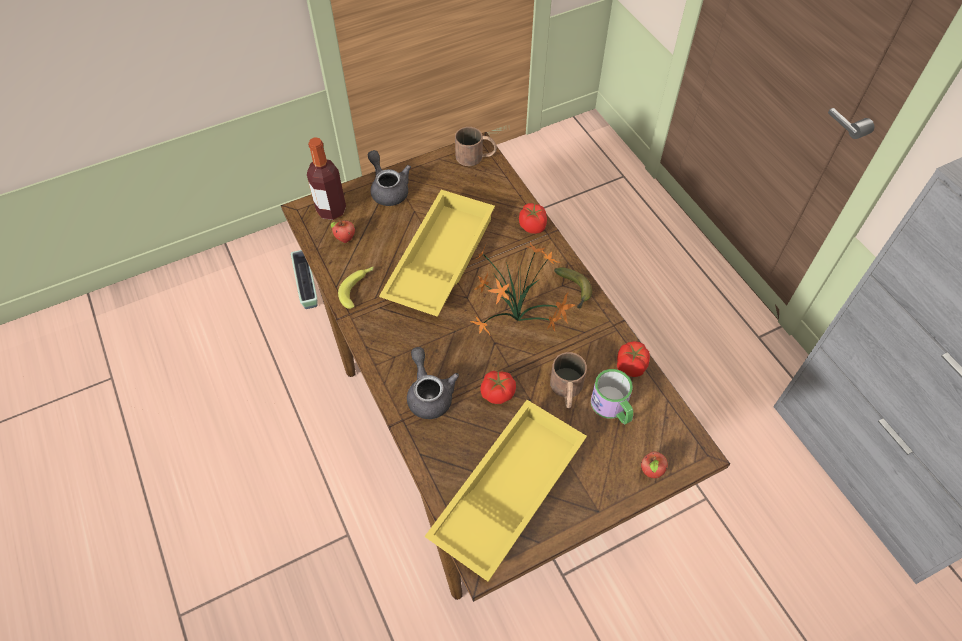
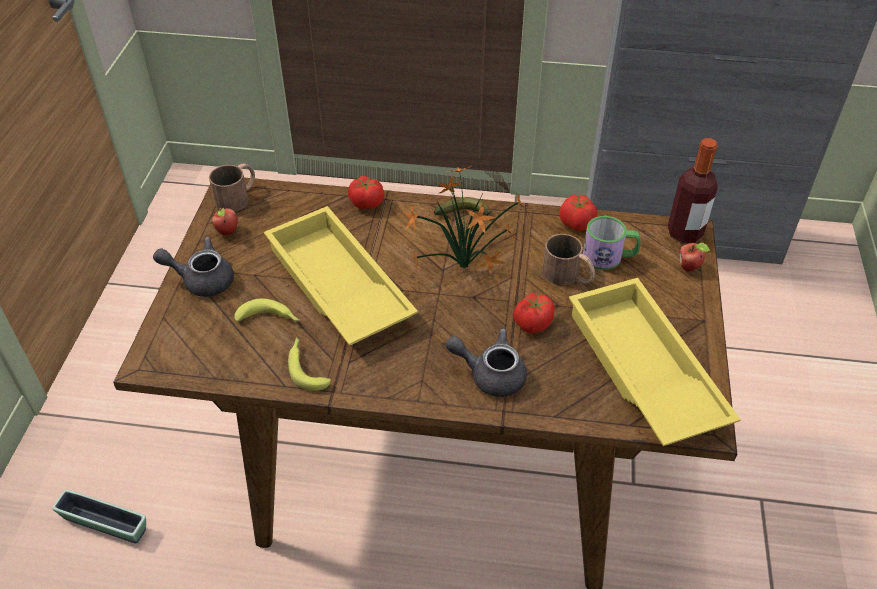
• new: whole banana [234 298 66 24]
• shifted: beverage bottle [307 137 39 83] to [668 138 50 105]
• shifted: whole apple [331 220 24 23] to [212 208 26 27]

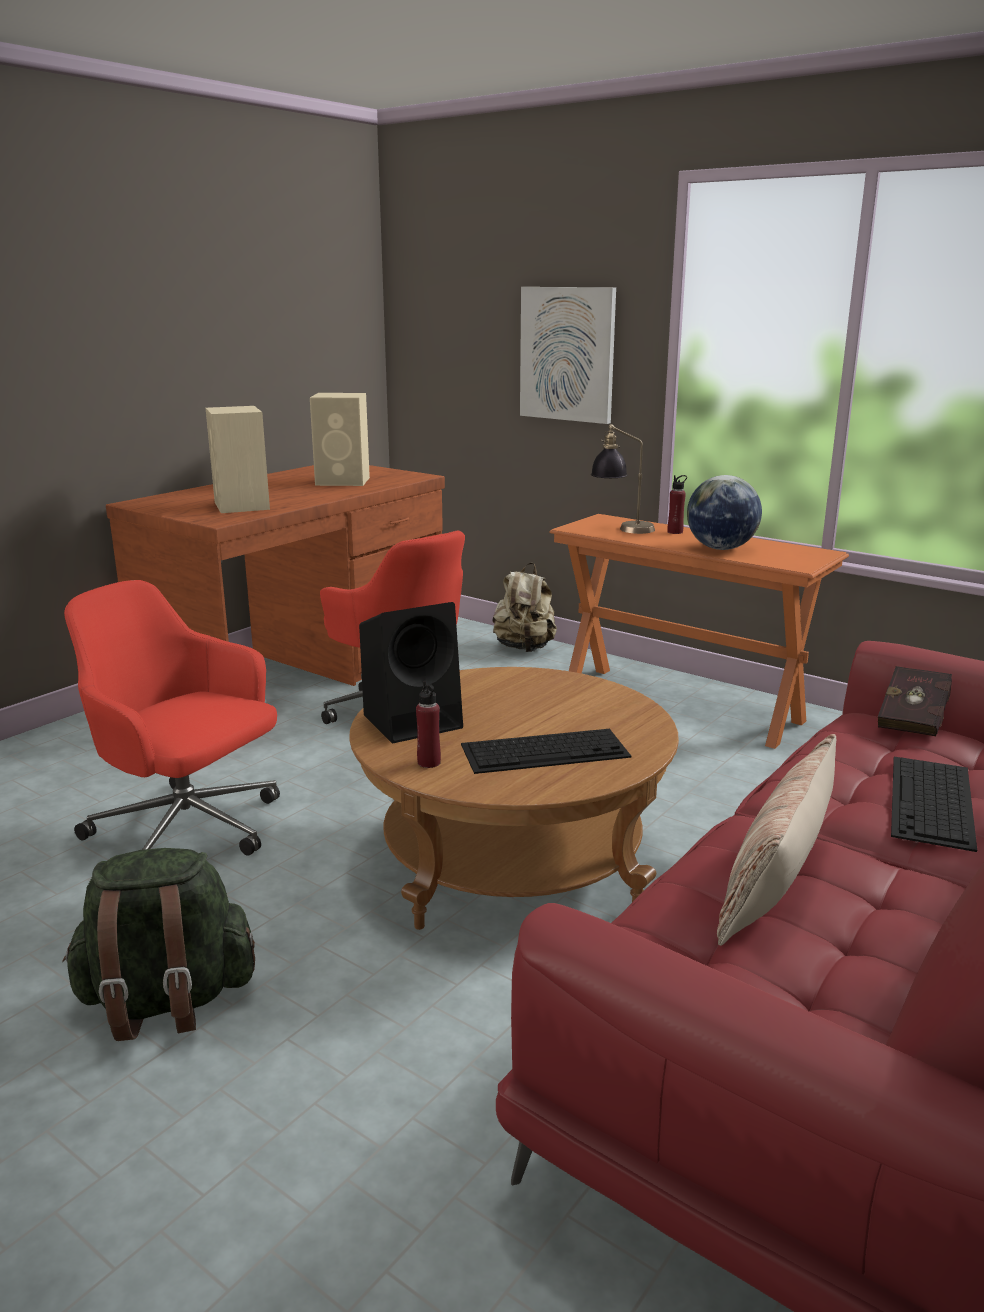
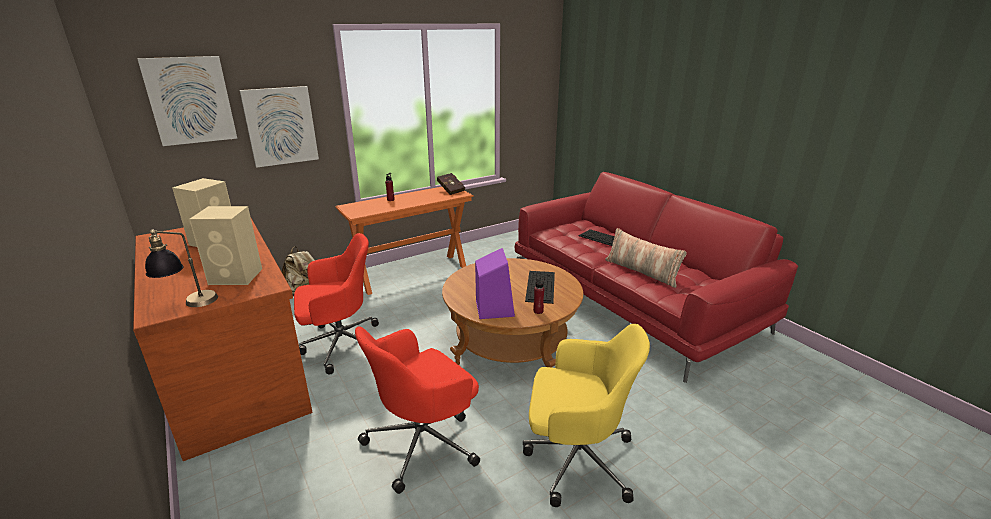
• gone: desk globe [687 475 75 75]
• new: wall art [137 56 100 90]
• shifted: table lamp [591 424 64 110] to [145 229 73 78]
• shifted: volume in reddish [878 666 74 70] to [437 173 28 22]
• swapped: knapsack in green-coloured [62 848 193 193] to office chair in yellowish [523 324 127 183]
• repainted: speaker in blackish [359 602 104 141] to speaker in purple [475 248 40 71]

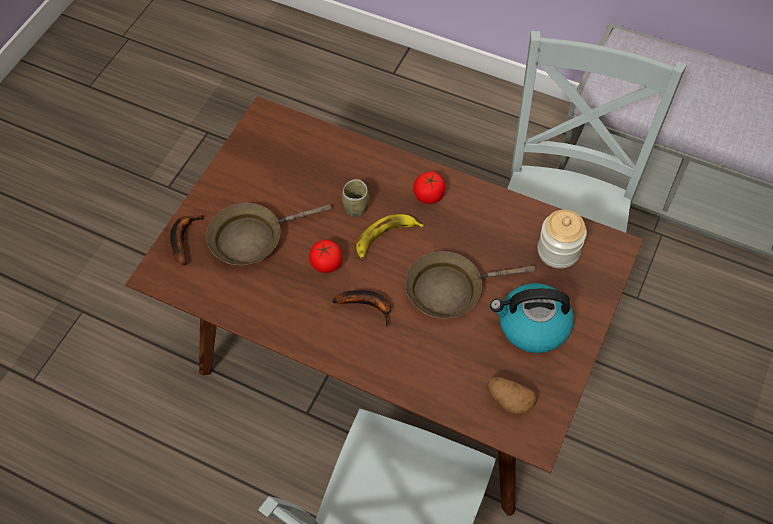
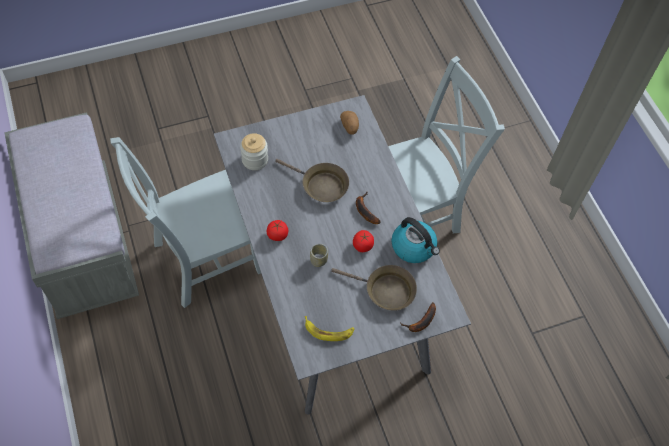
• shifted: whole banana [356 214 68 45] to [305 316 49 25]
• shifted: kettle [490 283 84 70] to [392 217 48 46]
• repainted: kitchen table in brown [125 96 519 420] to kitchen table in gray [214 95 257 319]

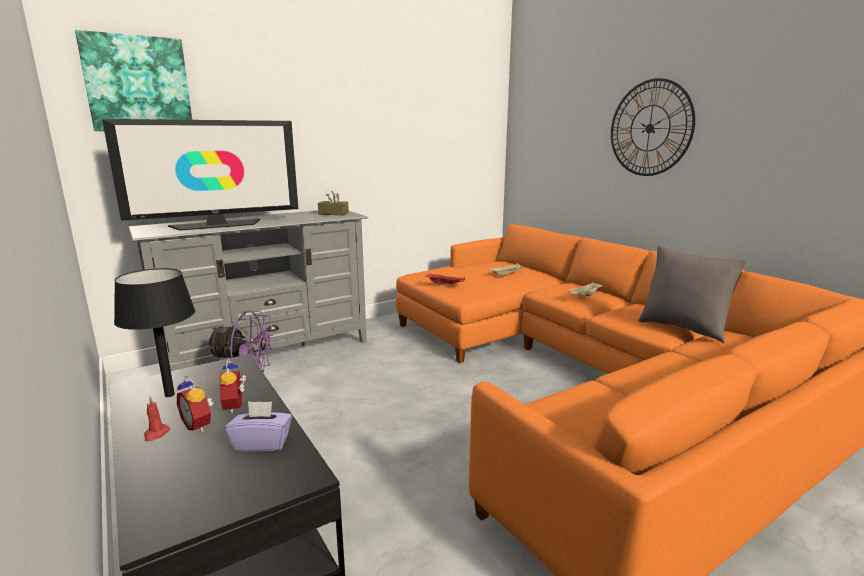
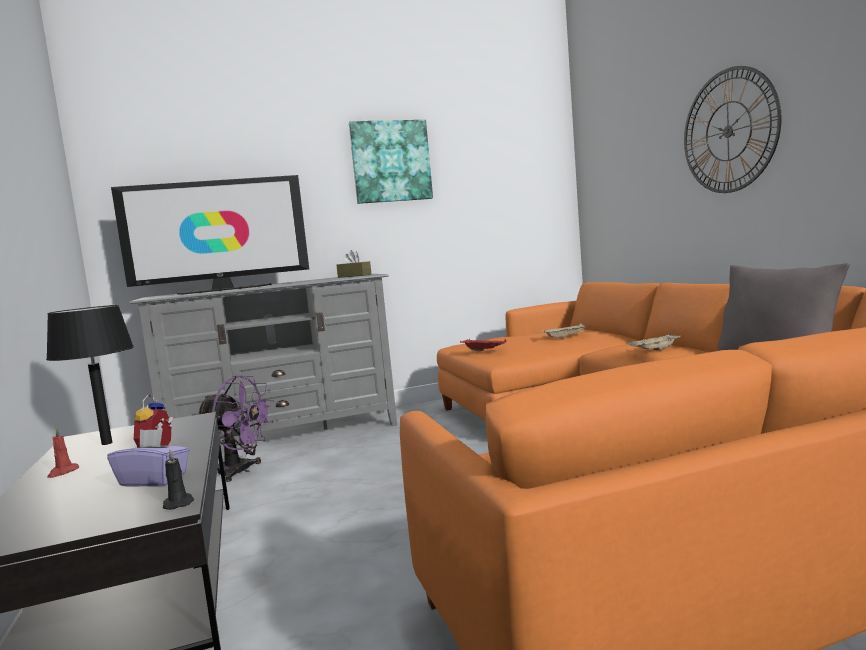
• gone: table clock [177 376 36 56]
• new: wax candle in blackish [163 449 31 61]
• shifted: wall art [75 30 117 101] to [349 120 84 84]

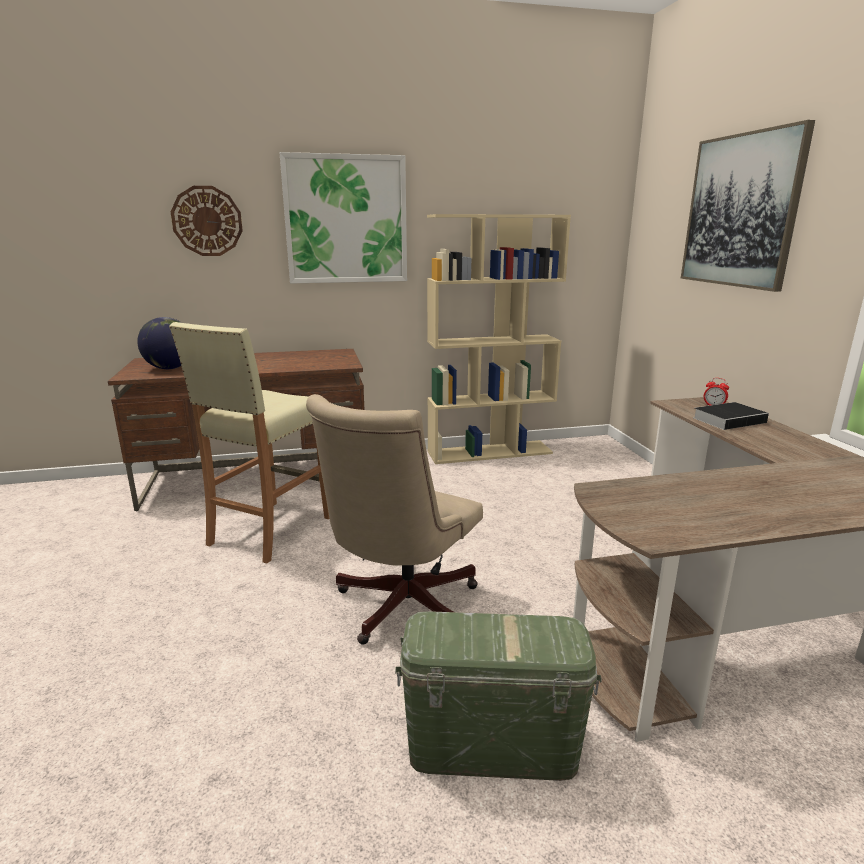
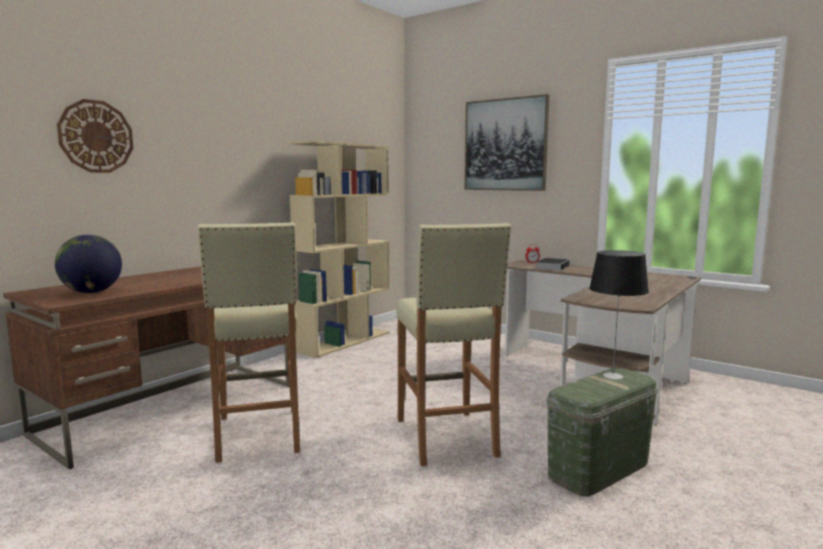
• gone: wall art [279 152 128 132]
• new: table lamp [589 250 60 130]
• swapped: office chair in beige-coloured [306 394 177 251] to stool in beige-coloured [396 223 115 243]

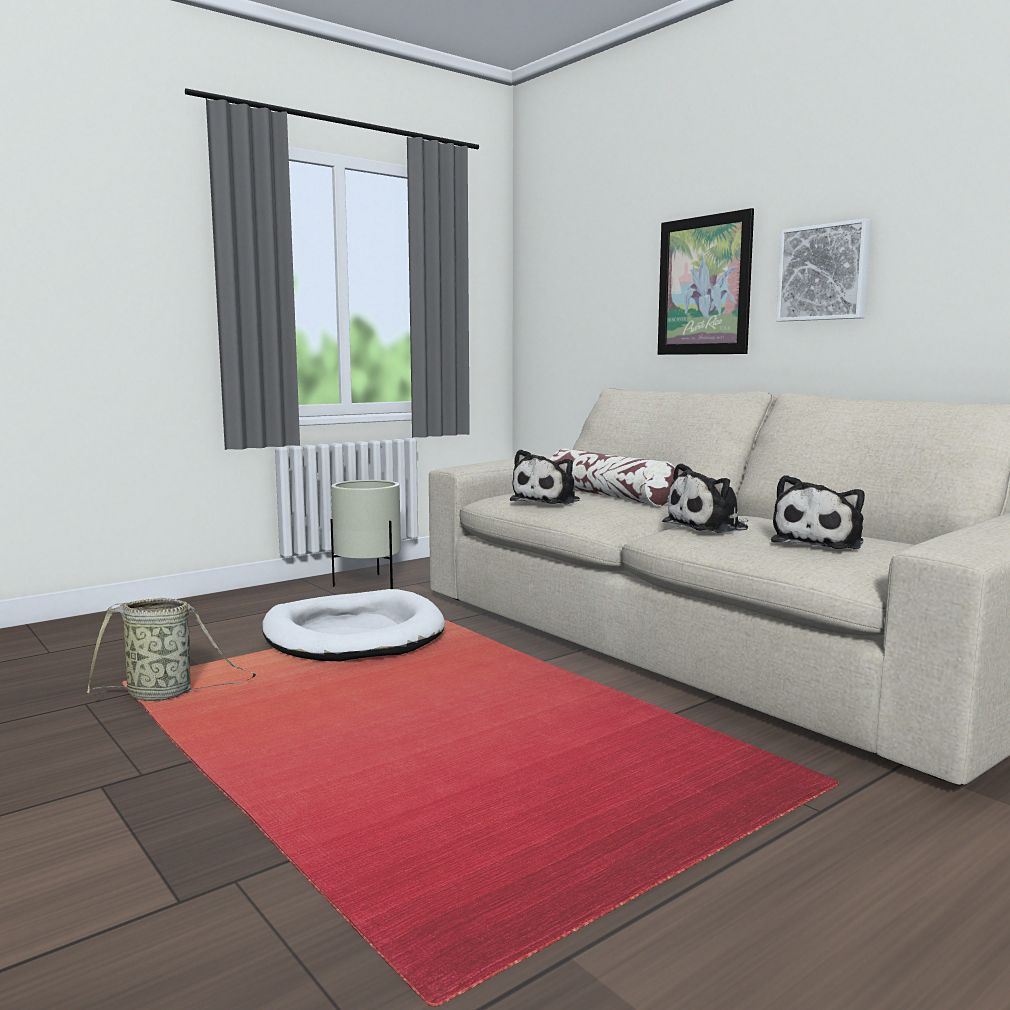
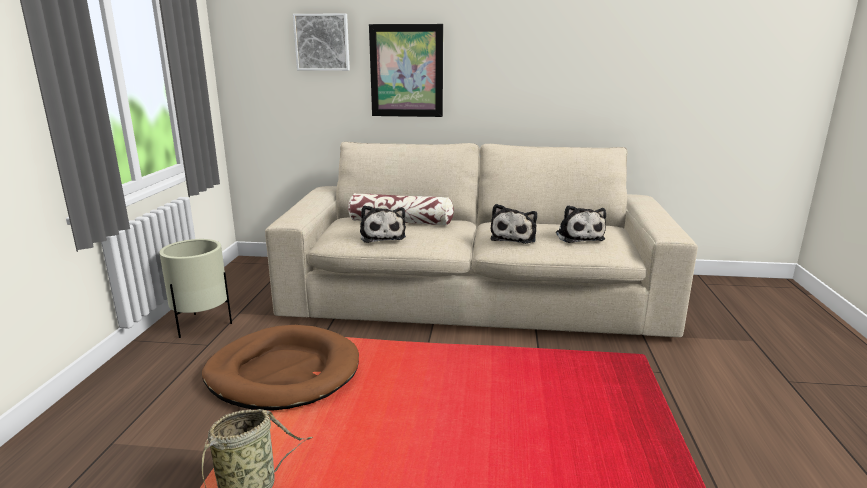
• shifted: wall art [776 219 95 103] to [293 13 57 58]
• repainted: dog cushion in whitish [262 589 183 72] to dog cushion in brown [202 325 157 86]

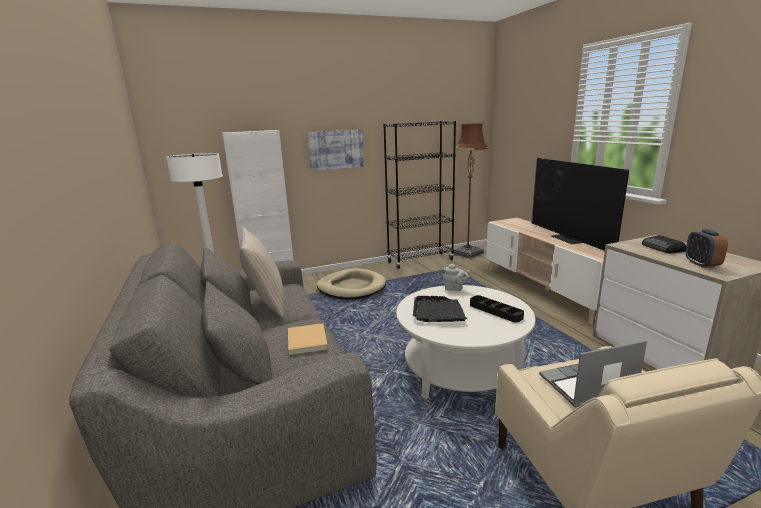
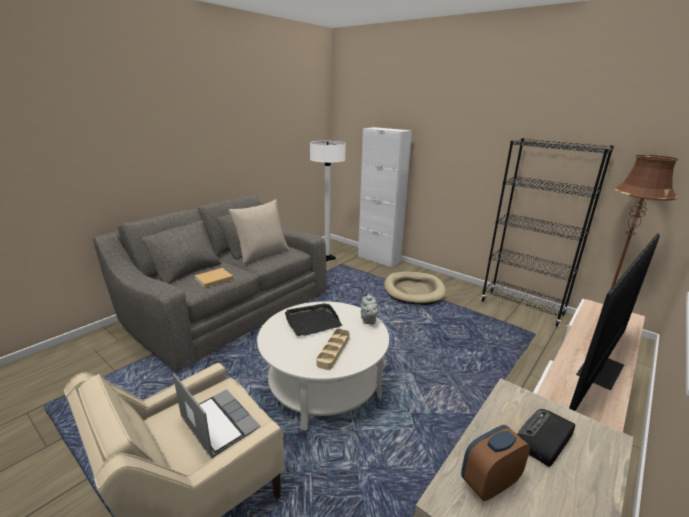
• gone: wall art [307 130 57 41]
• repainted: tray in blackish [470 295 54 28] to tray in beige-coloured [316 329 33 41]

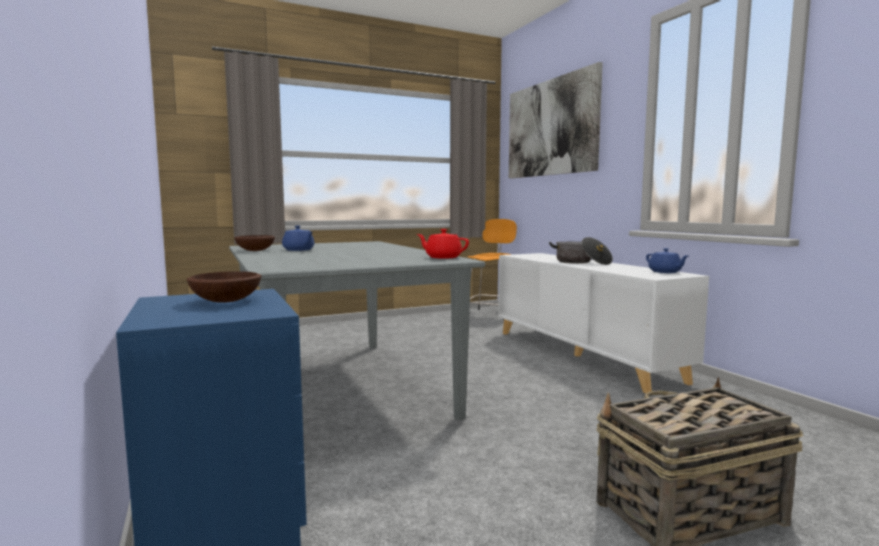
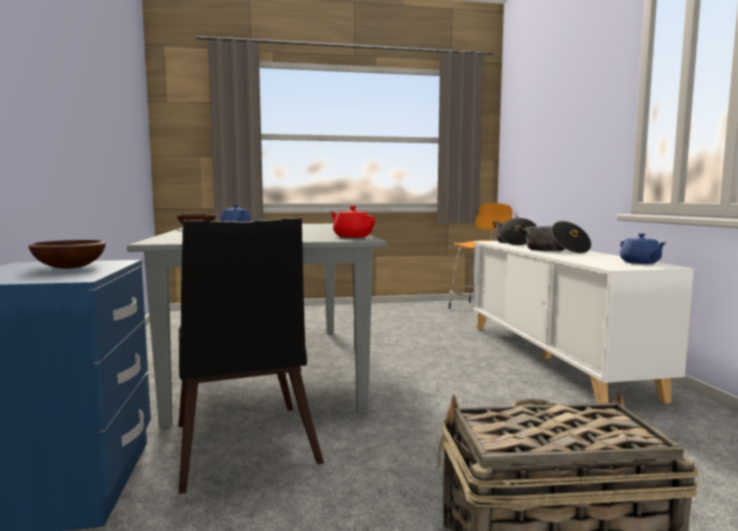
• gone: wall art [509 62 94 116]
• new: plain chair in blackish [178 218 146 276]
• new: saucepot [493 218 43 28]

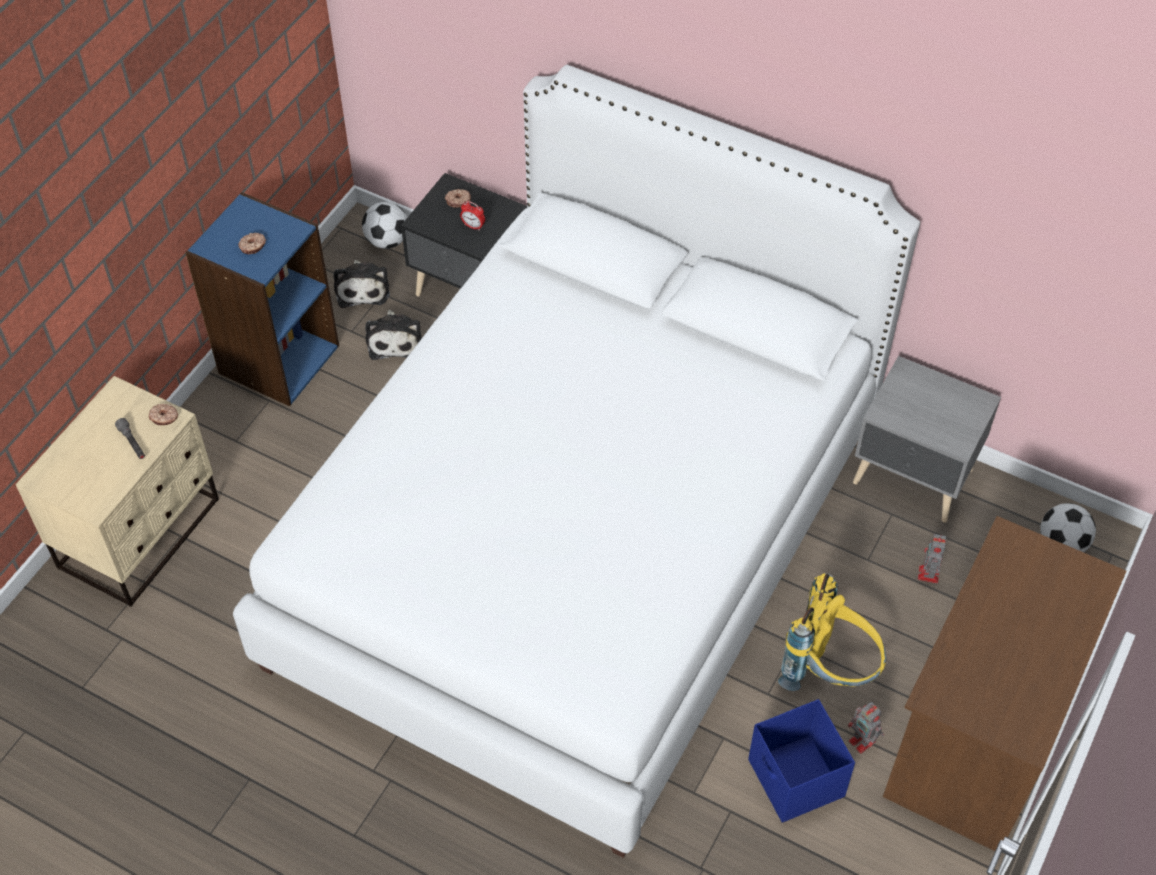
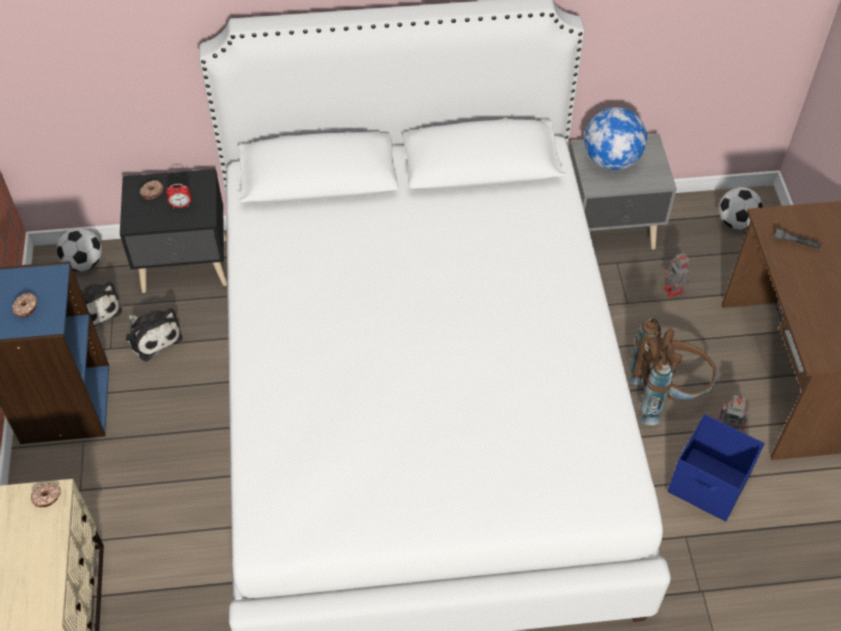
• new: desk globe [584 107 63 63]
• shifted: flashlight in gray [115 418 30 41] to [774 228 48 21]
• repainted: knapsack in yellowish [778 573 108 118] to knapsack in brown [629 318 88 107]

